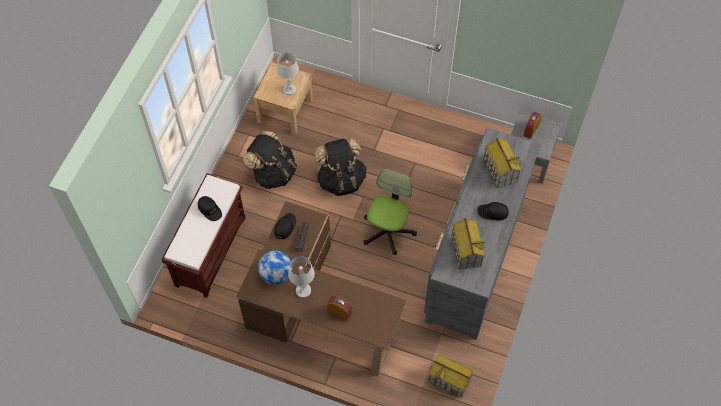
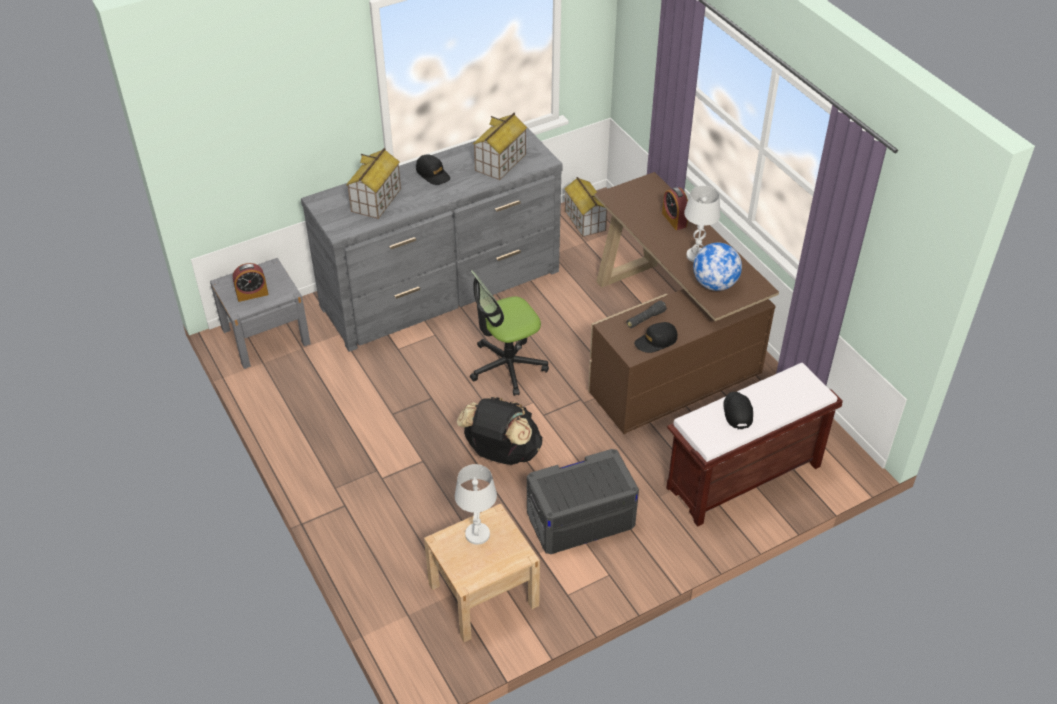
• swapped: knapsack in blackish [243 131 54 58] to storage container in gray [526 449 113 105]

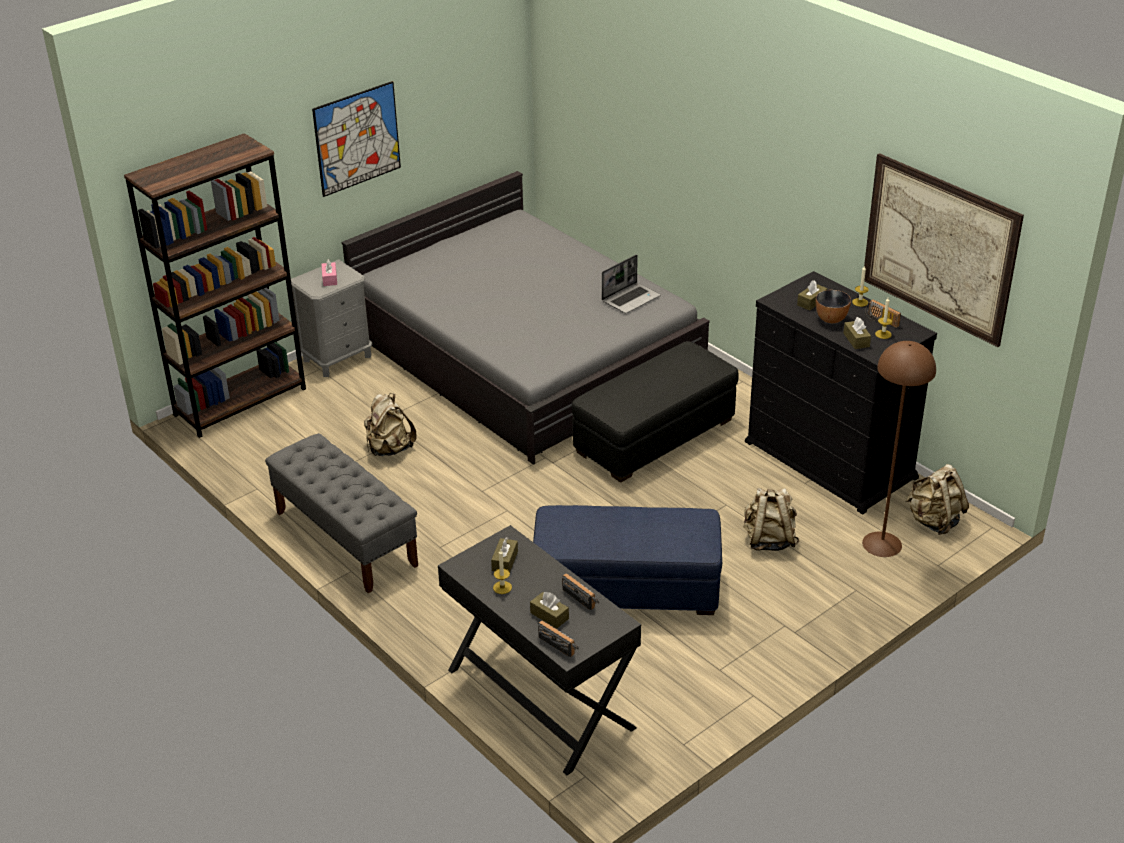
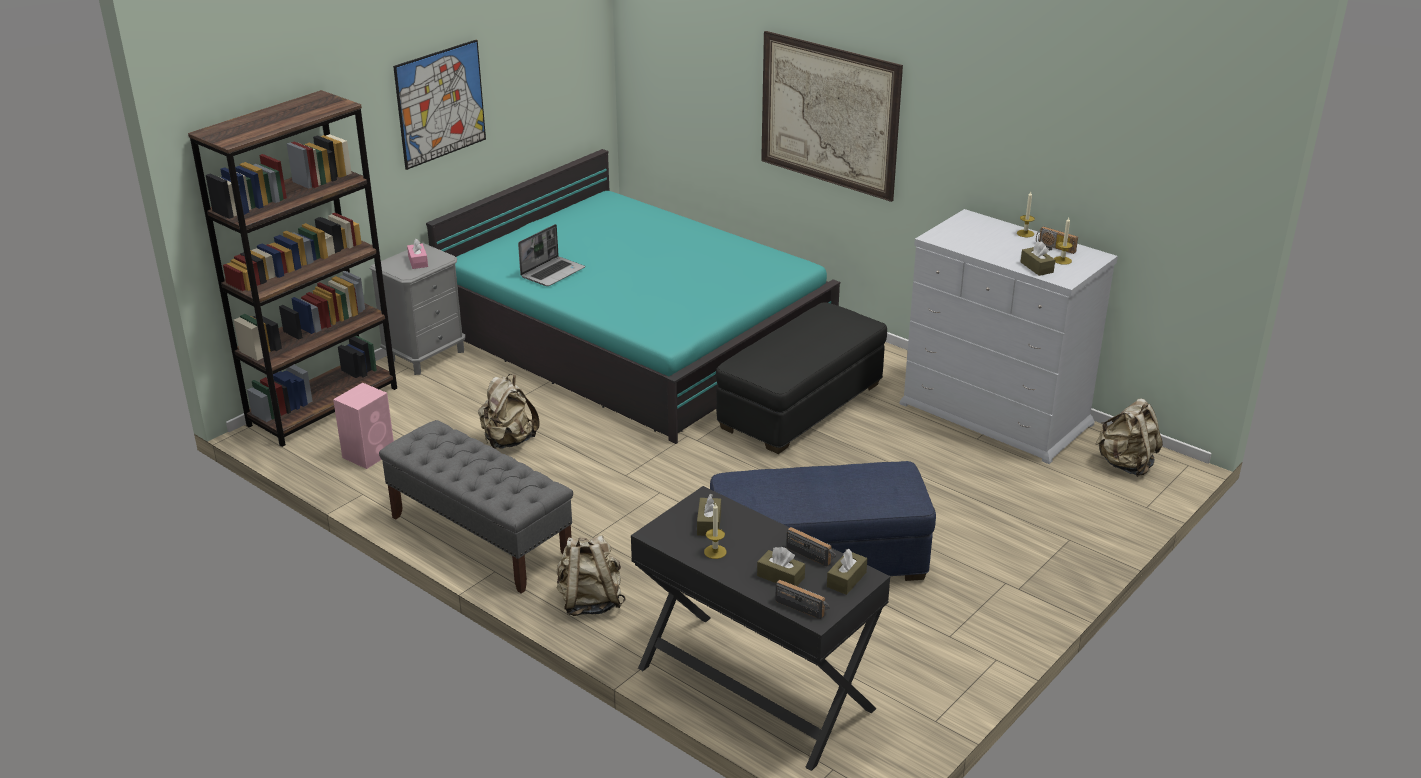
• gone: bowl [816 290 35 33]
• gone: standing lamp in brown [862 341 74 216]
• new: speaker in pink-coloured [333 383 61 86]
• shifted: laptop [602 254 58 59] to [518 224 67 62]
• shifted: knapsack in beige-coloured [744 488 55 63] to [557 535 69 81]
• shifted: tissue box in brown [797 280 30 31] to [827 549 40 46]
• shifted: wall art [864 153 160 194] to [761 31 142 171]
• repainted: bedroom bed in gray [342 171 368 294] to bedroom bed in blue-green [426 149 414 295]
• repainted: chest of drawers in blackish [745 271 192 243] to chest of drawers in whitish [900 209 218 255]

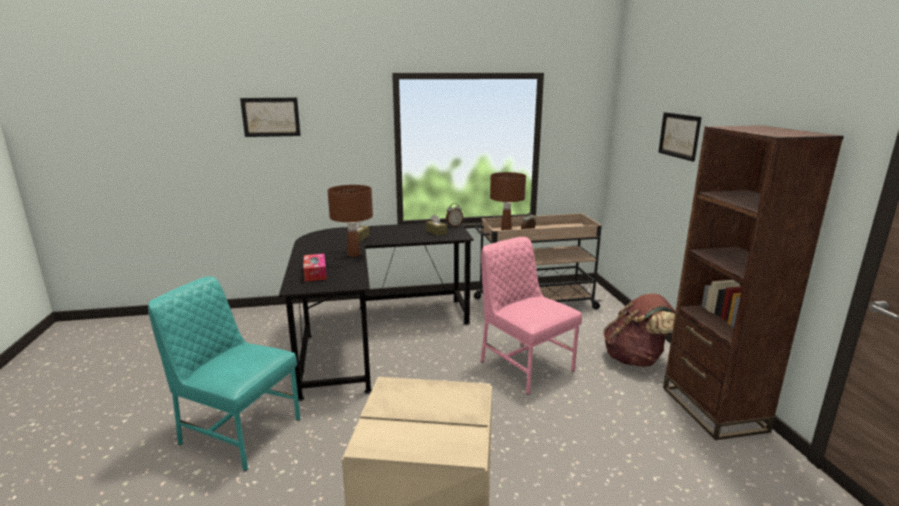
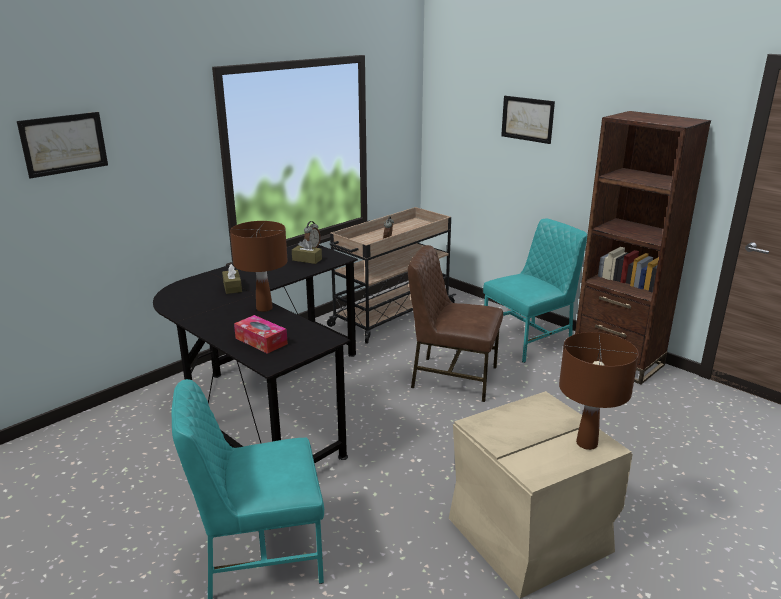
• shifted: table lamp in brown [490 172 36 58] to [559 332 80 118]
• swapped: knapsack in brown [603 293 72 74] to plain chair in blue-green [483 219 104 144]
• repainted: plain chair in pink-coloured [480 237 102 158] to plain chair in brown [408 245 95 157]

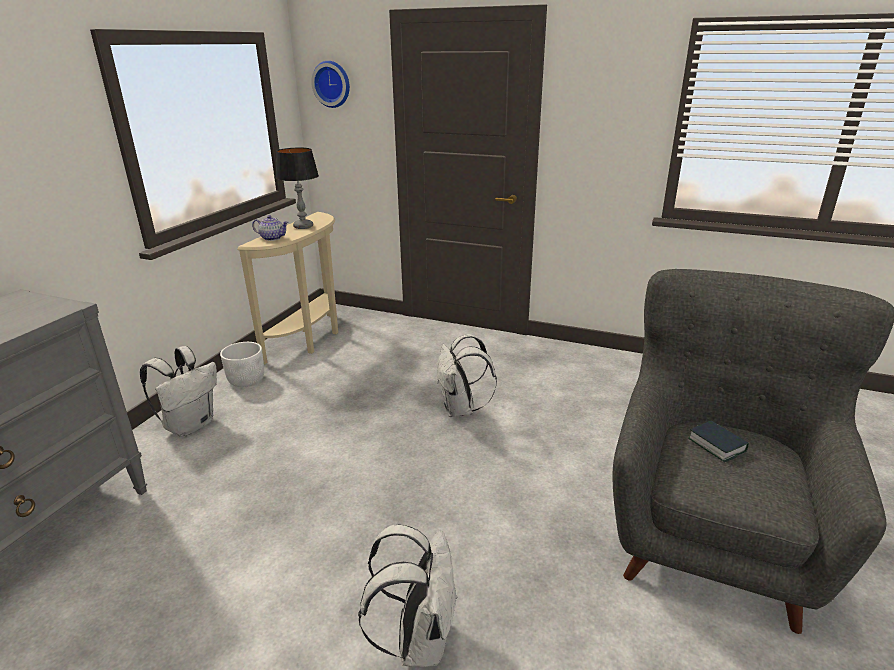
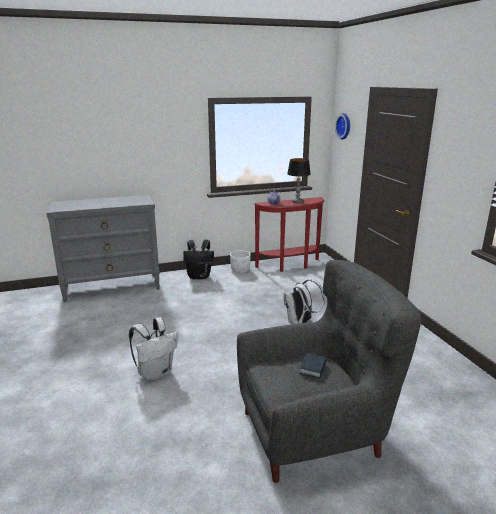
• repainted: knapsack in whitish [140 346 77 91] to knapsack in blackish [183 239 31 40]
• repainted: narrow table in beige-coloured [237 212 101 153] to narrow table in reddish [254 197 70 75]

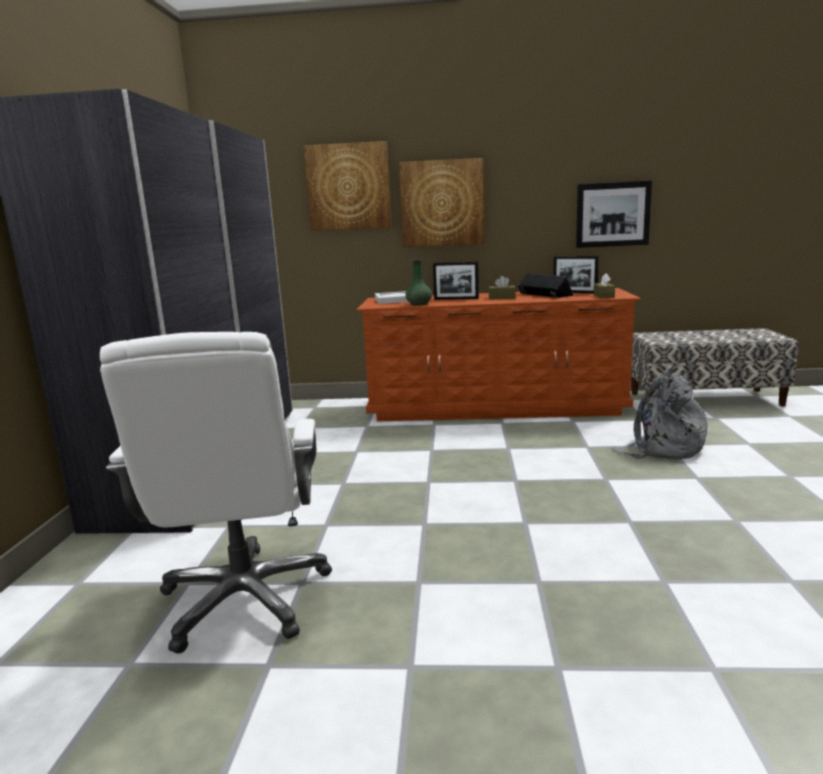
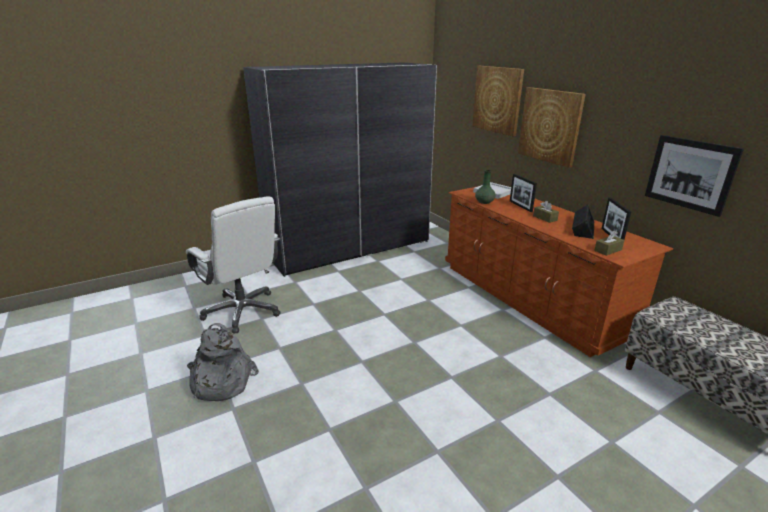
• shifted: knapsack in gray [612 365 96 95] to [187 323 72 78]
• rotated: office chair in whitish [100 332 232 322] = [186 196 95 138] 90 degrees counterclockwise

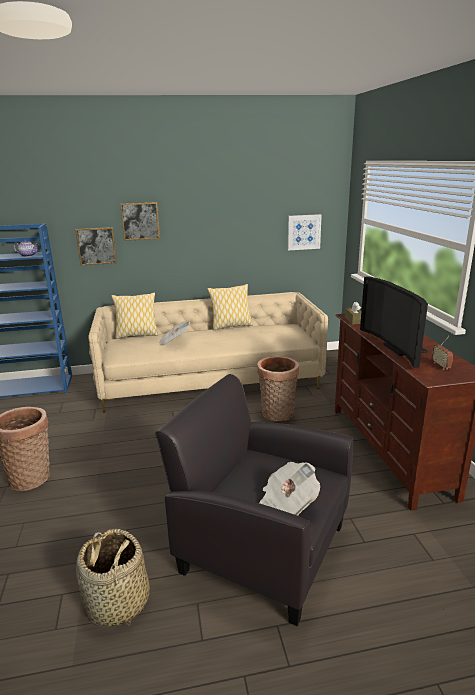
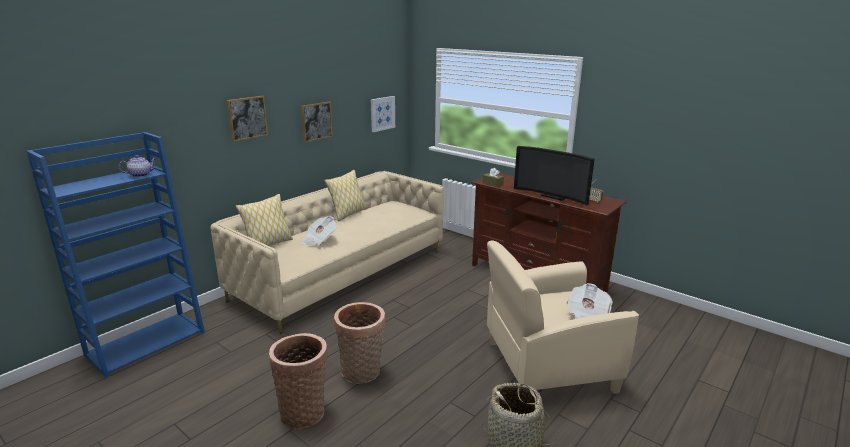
• shifted: wall art [75 227 42 38] to [301 102 32 40]
• shifted: basket [257 356 42 65] to [334 302 52 82]
• repainted: easy chair in blackish [155 374 198 252] to easy chair in beige-coloured [487 241 152 153]

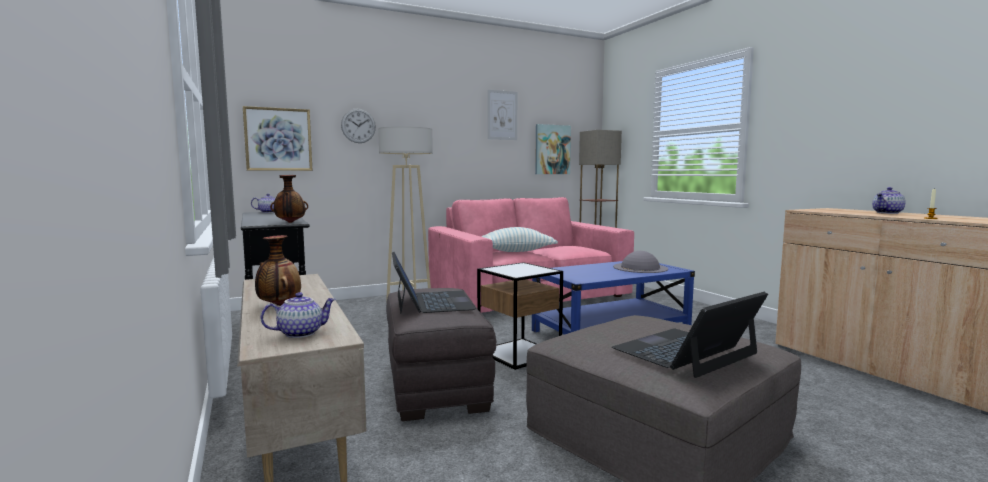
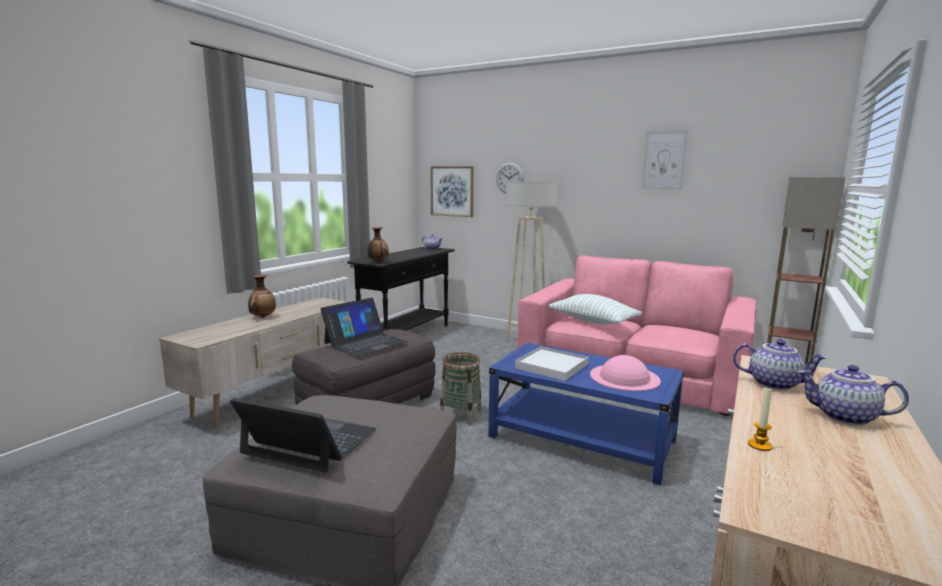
• gone: wall art [535 124 36 50]
• new: tray in whitish [515 347 74 34]
• shifted: pot for tea [260 292 76 46] to [733 339 94 51]
• swapped: end table [477 262 86 108] to basket [440 352 42 73]
• repainted: clothing hat in gray [613 251 55 22] to clothing hat in pink-coloured [590 355 71 36]

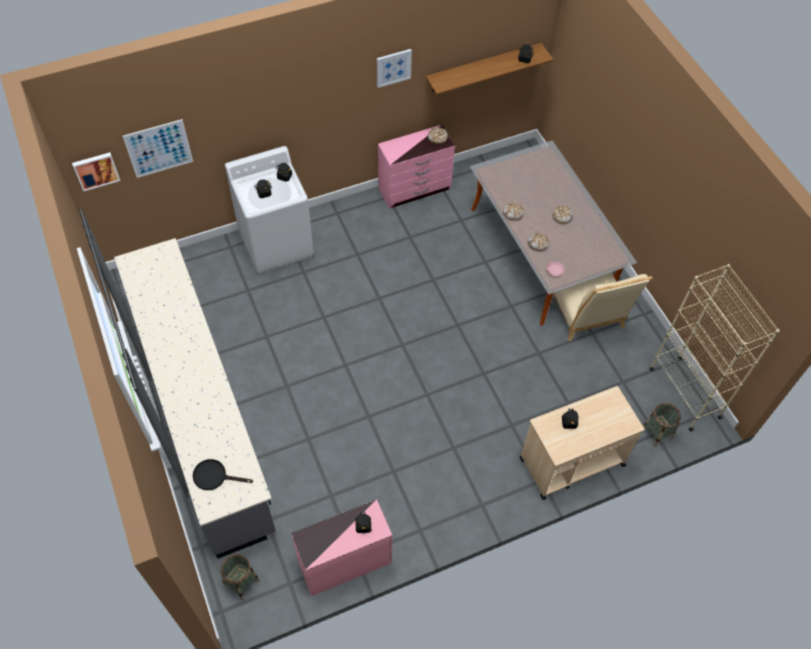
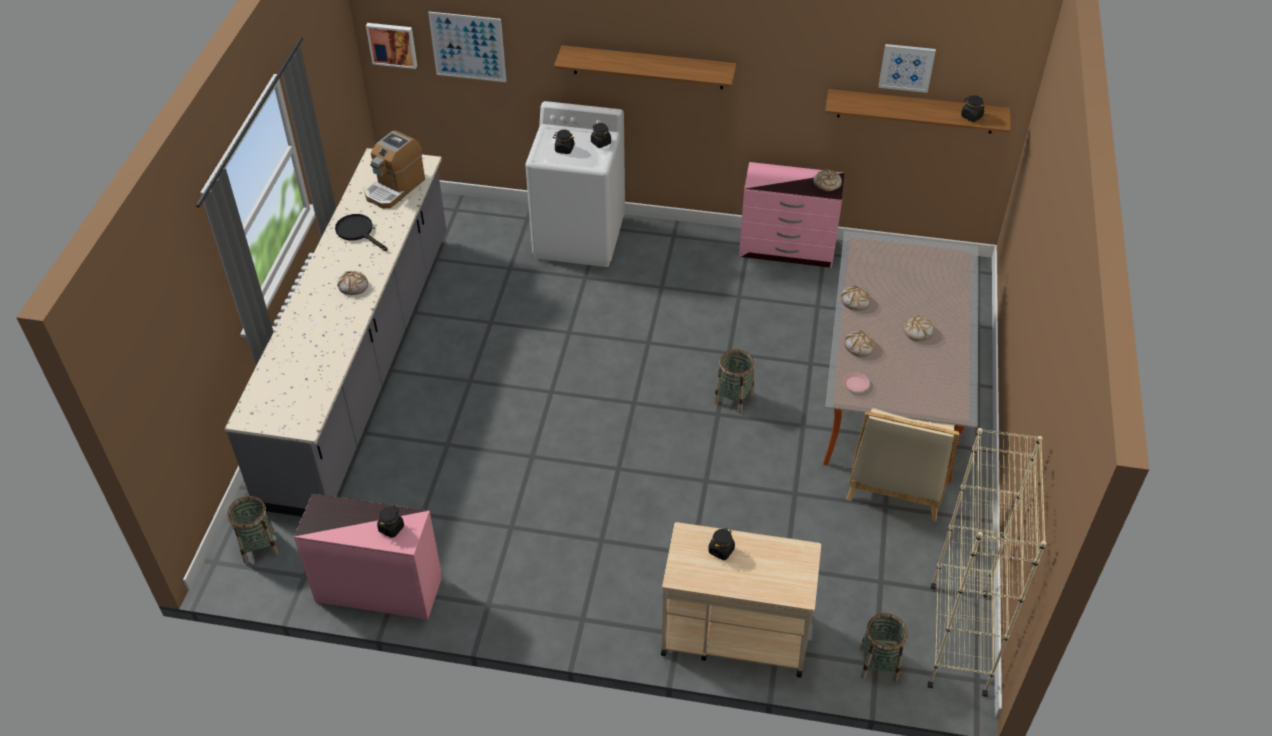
• new: bakery bread [337 271 31 24]
• new: coffee machine [364 130 61 78]
• new: bracket shelf [554 45 183 44]
• new: basket [714 349 40 65]
• shifted: pan in blackish [193 459 60 31] to [335 214 53 37]
• shifted: wall art [377 49 35 39] to [878 44 58 49]

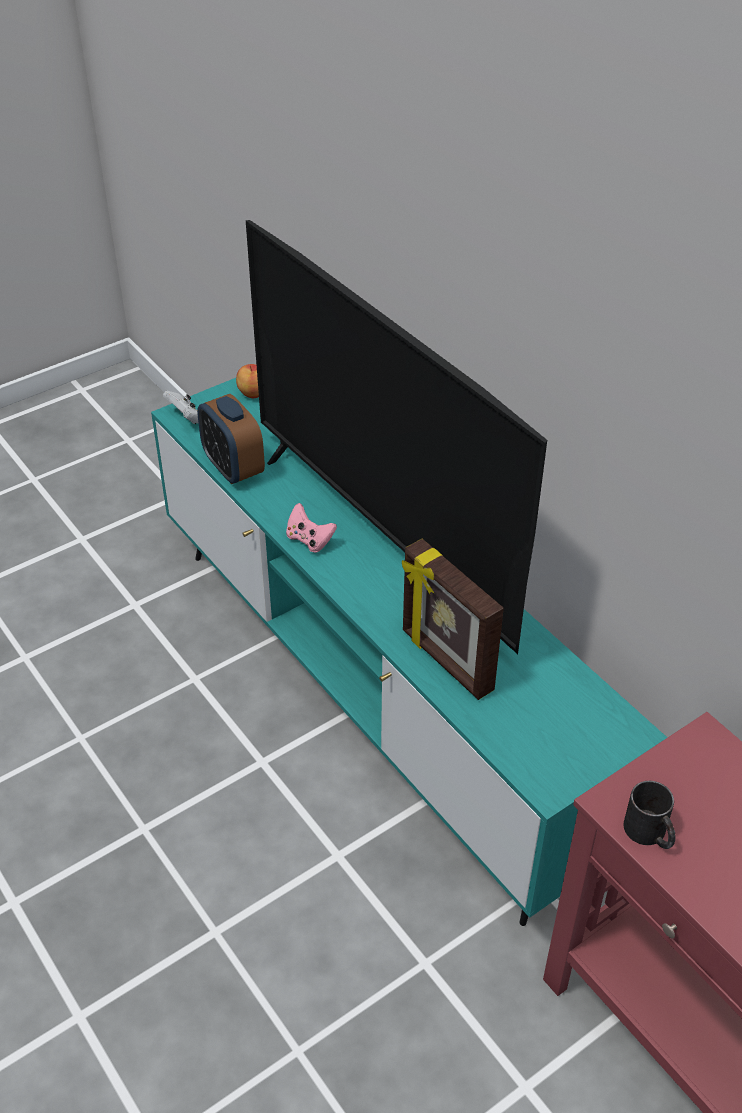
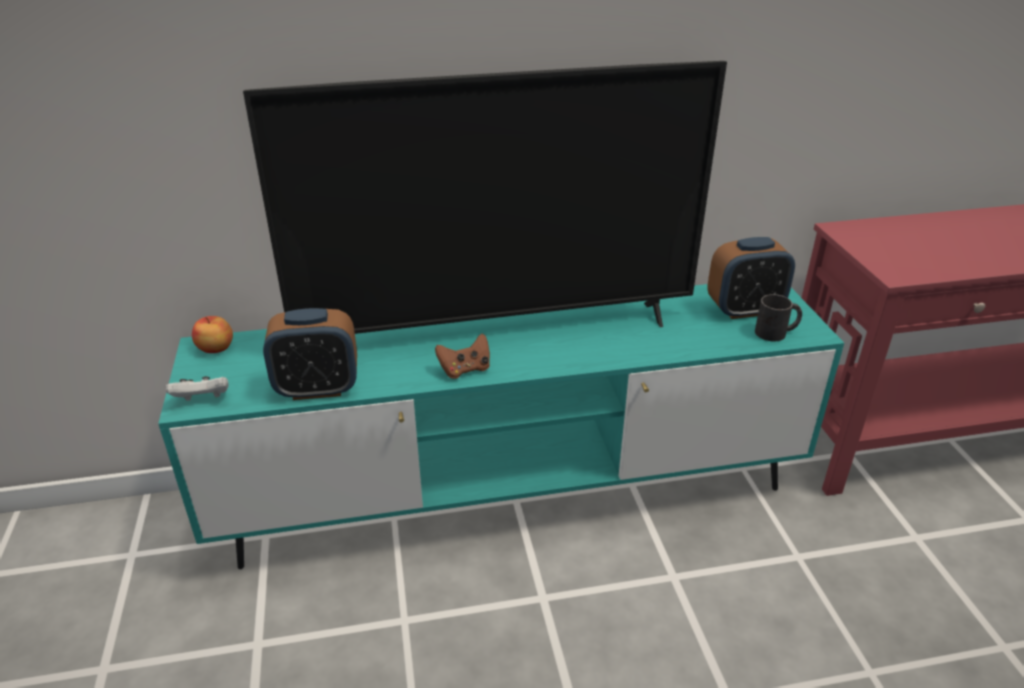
• gone: picture frame [402 539 102 161]
• new: table clock [707 237 88 82]
• shifted: mug in blackish [623 781 53 68] to [755 294 47 47]
• repainted: game controller in pink-coloured [286 503 51 50] to game controller in brown [435 333 55 46]

